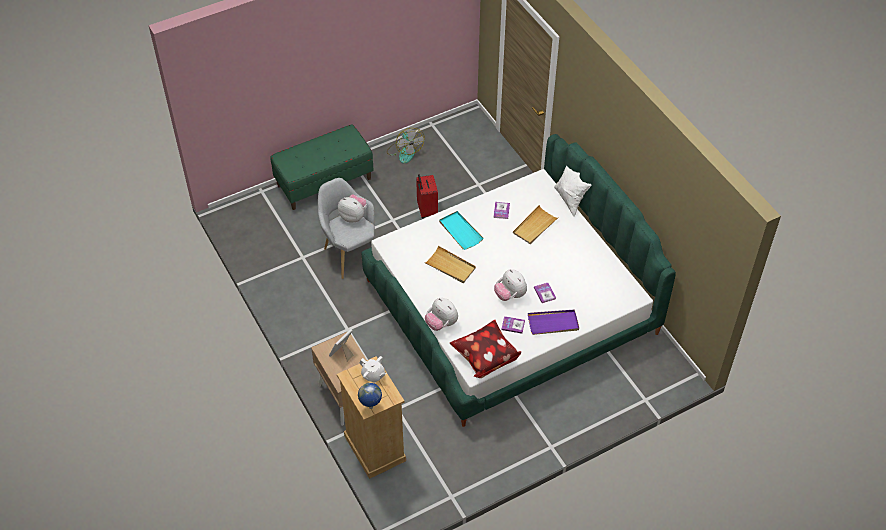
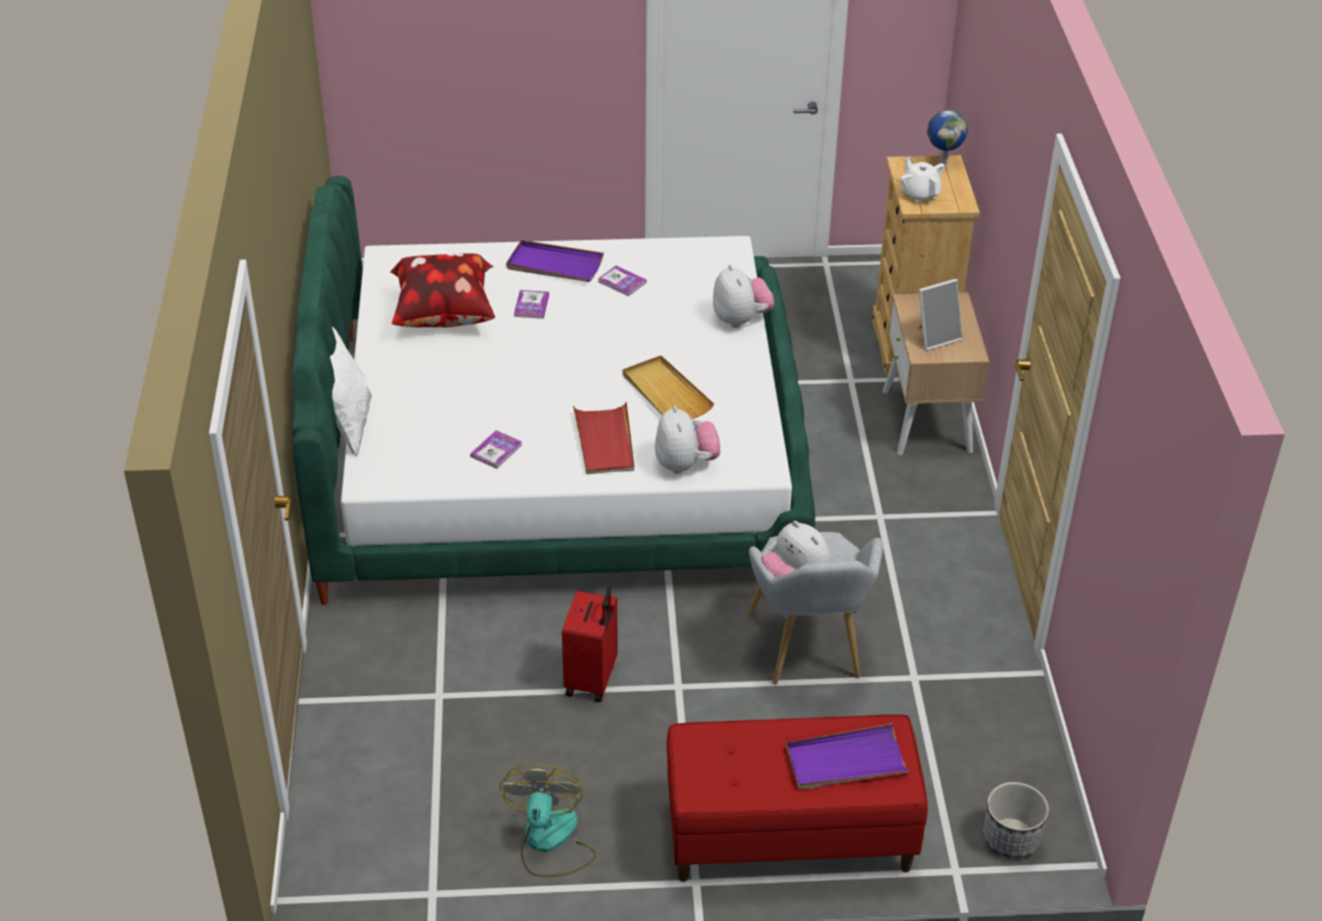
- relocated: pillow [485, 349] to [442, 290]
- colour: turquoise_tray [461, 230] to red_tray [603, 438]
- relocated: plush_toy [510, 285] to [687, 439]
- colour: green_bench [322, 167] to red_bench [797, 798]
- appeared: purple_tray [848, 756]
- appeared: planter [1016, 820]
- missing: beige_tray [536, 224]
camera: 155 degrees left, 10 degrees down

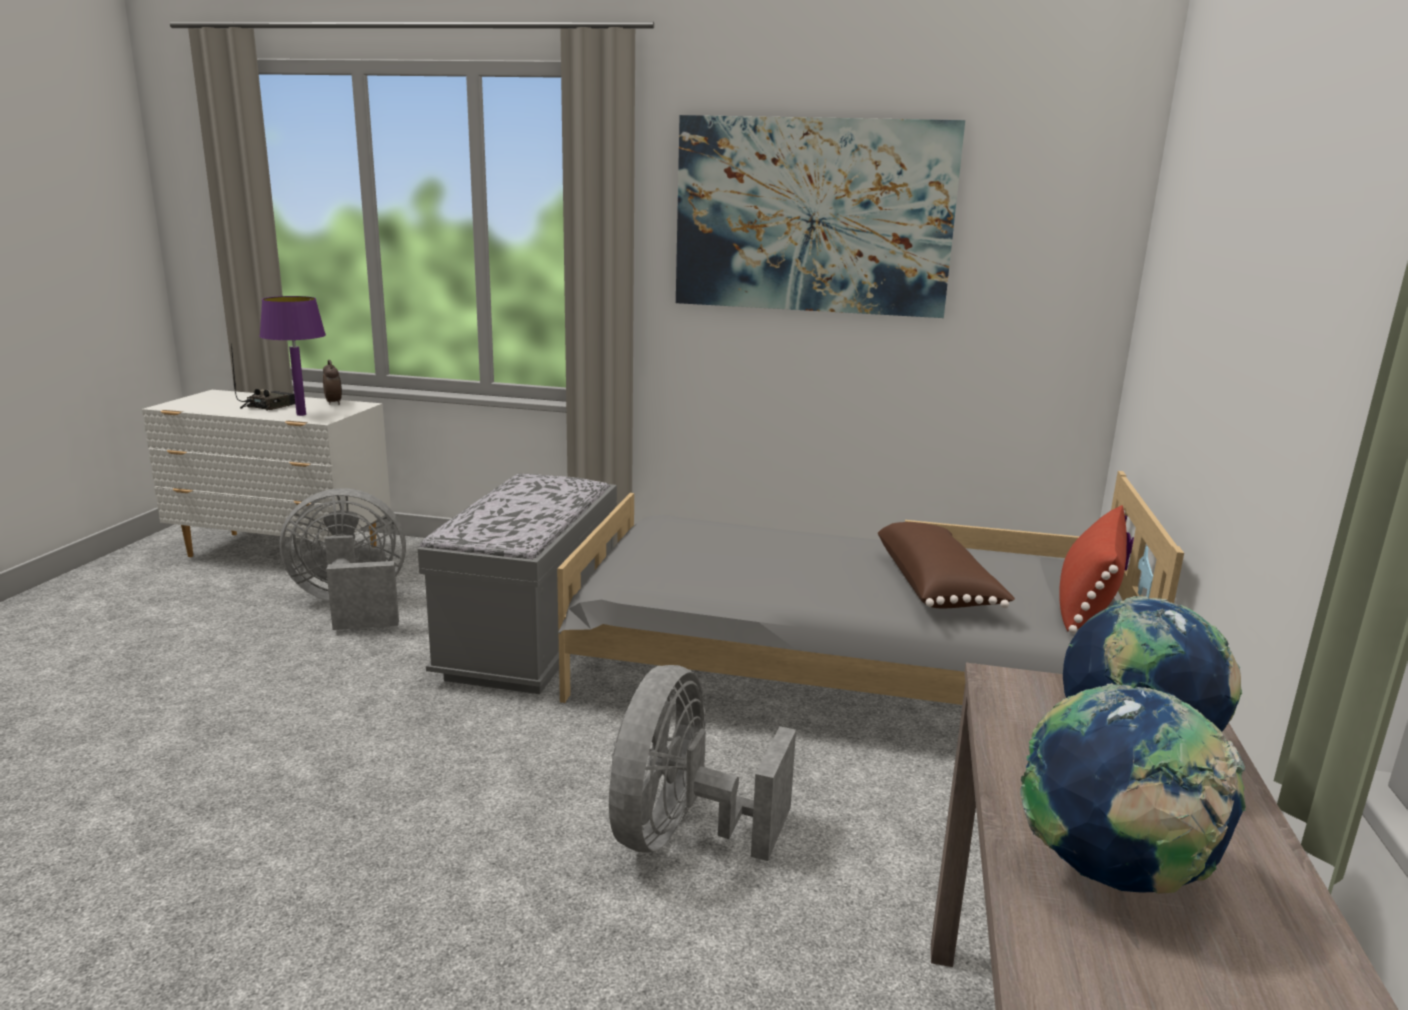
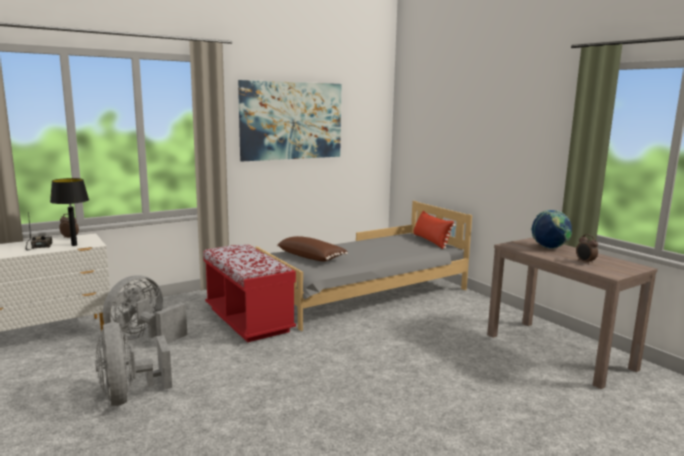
- colour: purple_table_lamp [292, 356] to black_table_lamp [69, 212]
- relocated: grey_fan [702, 763] to [133, 364]
- colour: grey_bench [517, 584] to red_bench [249, 293]
- relocated: brown_pillow [946, 565] to [312, 249]
- exchanged: globe [1133, 788] to alarm_clock [587, 249]
camera: 45 degrees left, 5 degrees down

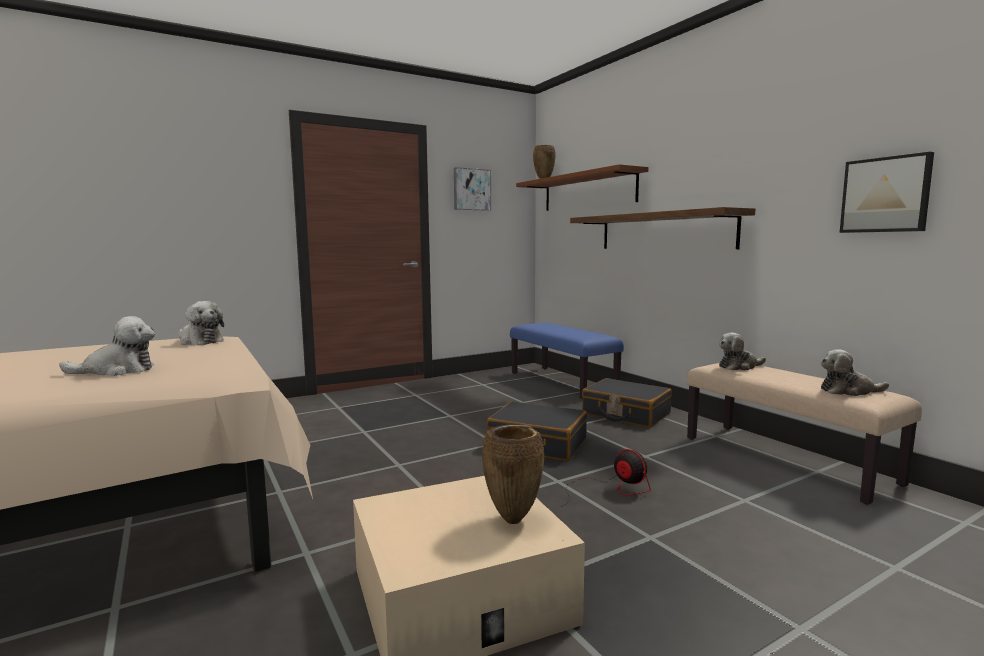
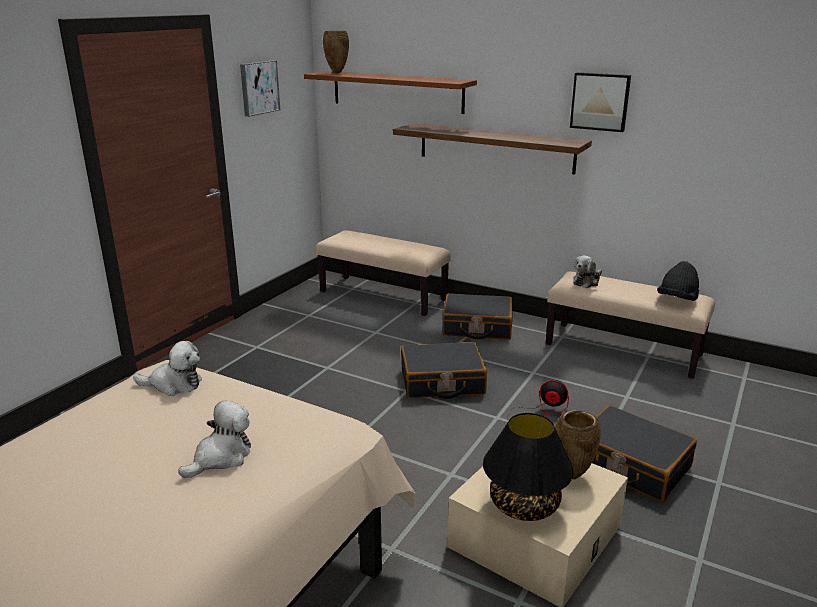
- colour: blue_bench [567, 361] to beige_bench [383, 273]
- appeared: black_table_lamp [528, 467]
- relocated: picture [887, 192] to [600, 102]
- appeared: black_suitcase [644, 453]
- exchanged: plush_toy [855, 372] to black_hat [678, 281]
camera: 30 degrees left, 15 degrees up

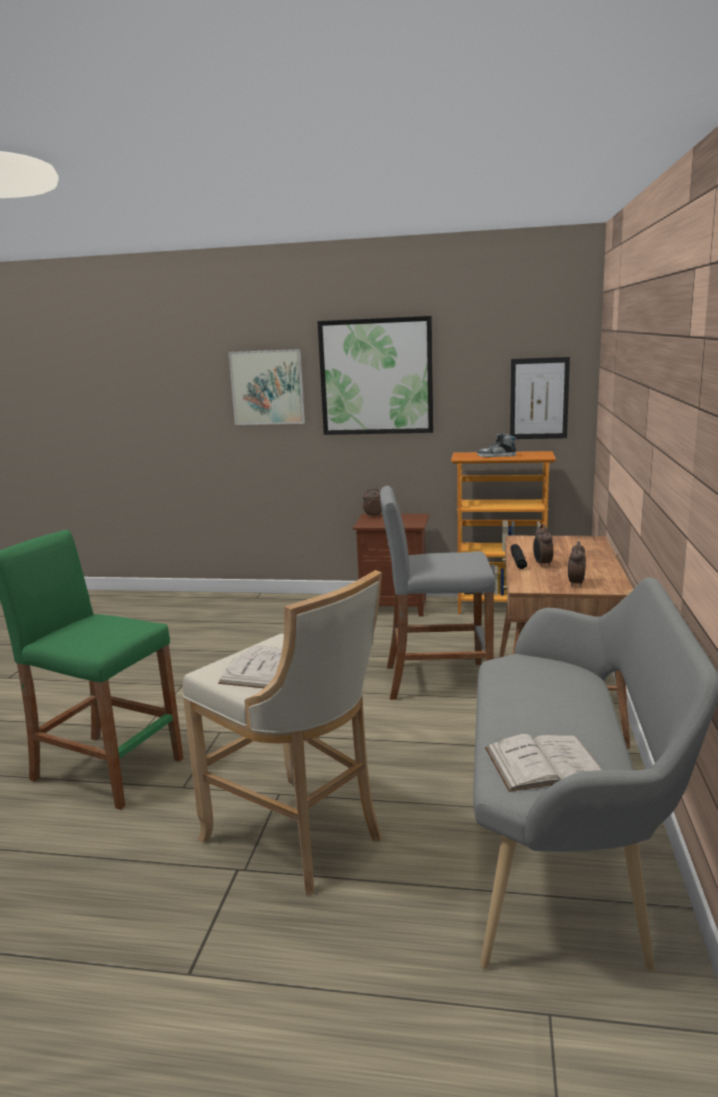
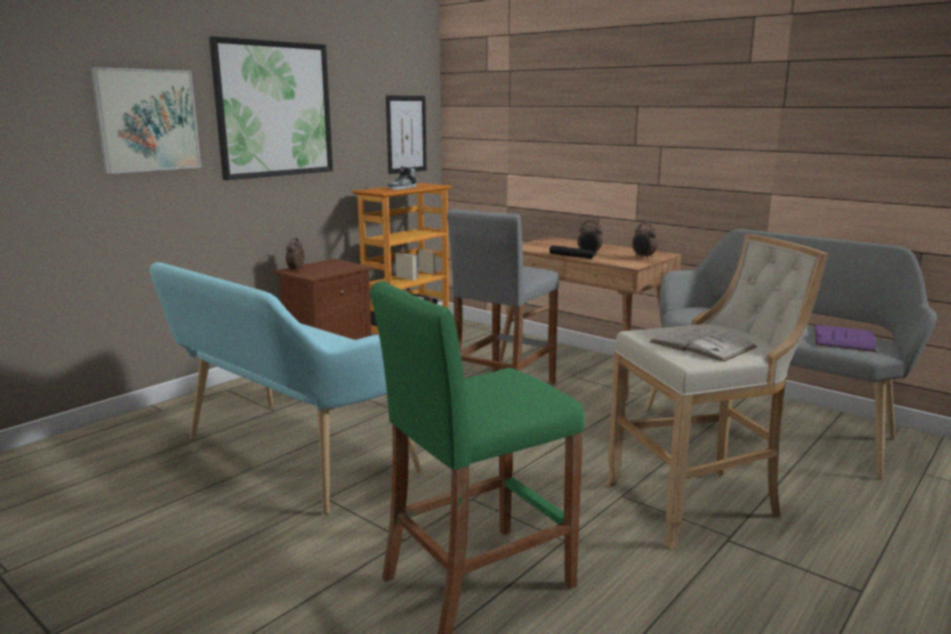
- appeared: turquoise_bench [285, 388]
- colour: white_book [543, 763] to purple_book [845, 338]
camera: 60 degrees left, 0 degrees up

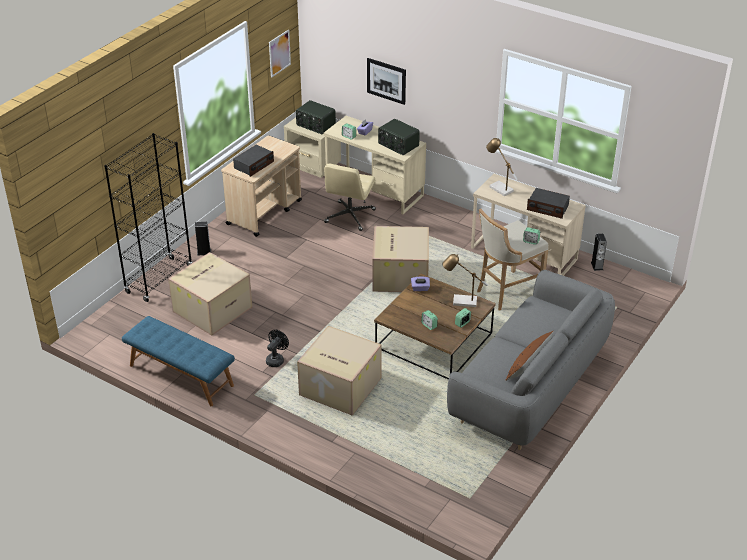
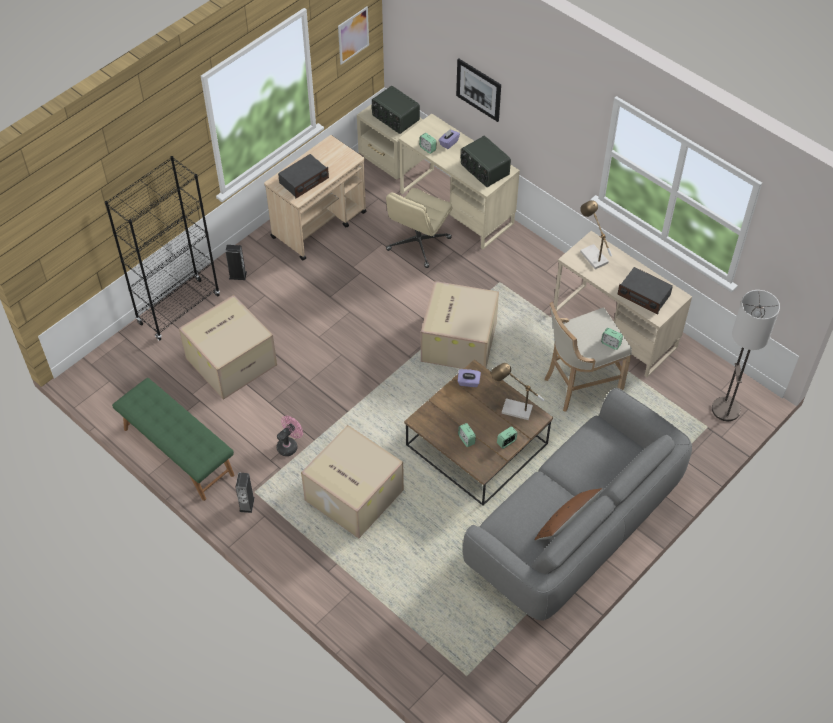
- colour: blue_bench [178, 361] to green_bench [173, 439]
- relocated: speaker [599, 252] to [245, 493]
- colour: black_fan [277, 348] to pink_fan [289, 436]
- appeared: floor_lamp [746, 355]
camera: 10 degrees right, 15 degrees up

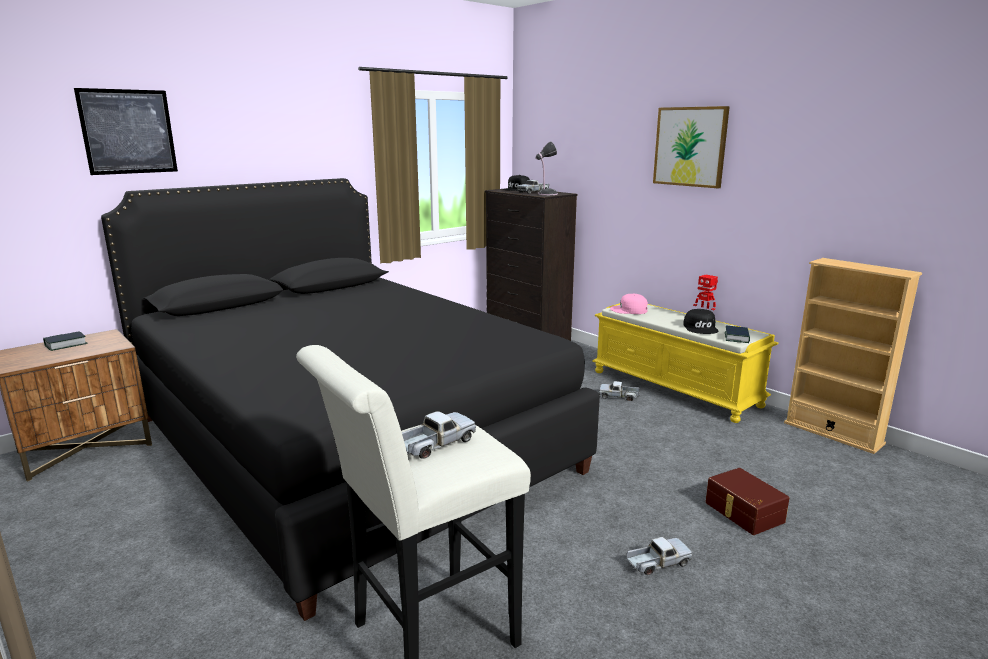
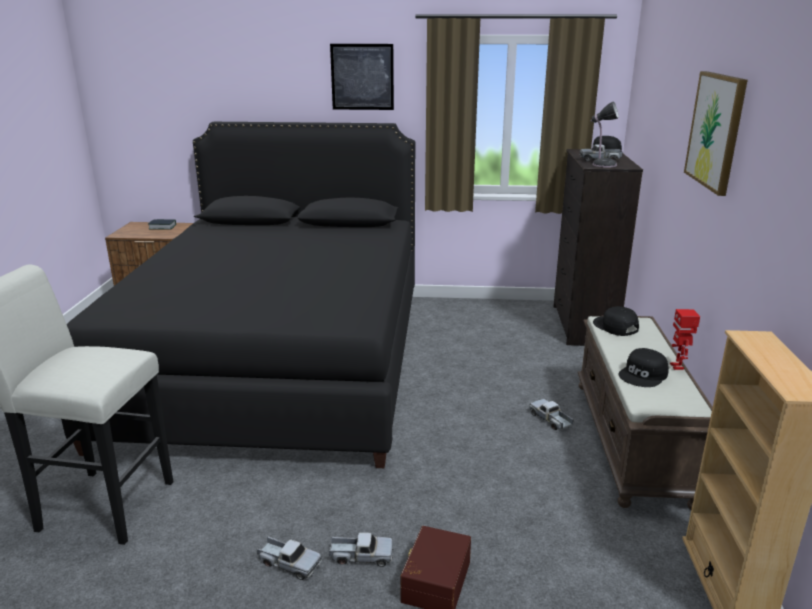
- relocated: toy_truck [439, 435] to [361, 549]
- relocated: picture [126, 131] to [362, 77]
- colour: yellow_bench [685, 363] to brown_bench [645, 412]
- colour: pink_cap [629, 304] to black_cap [616, 321]
- missing: book [737, 334]
camera: 45 degrees right, 5 degrees up

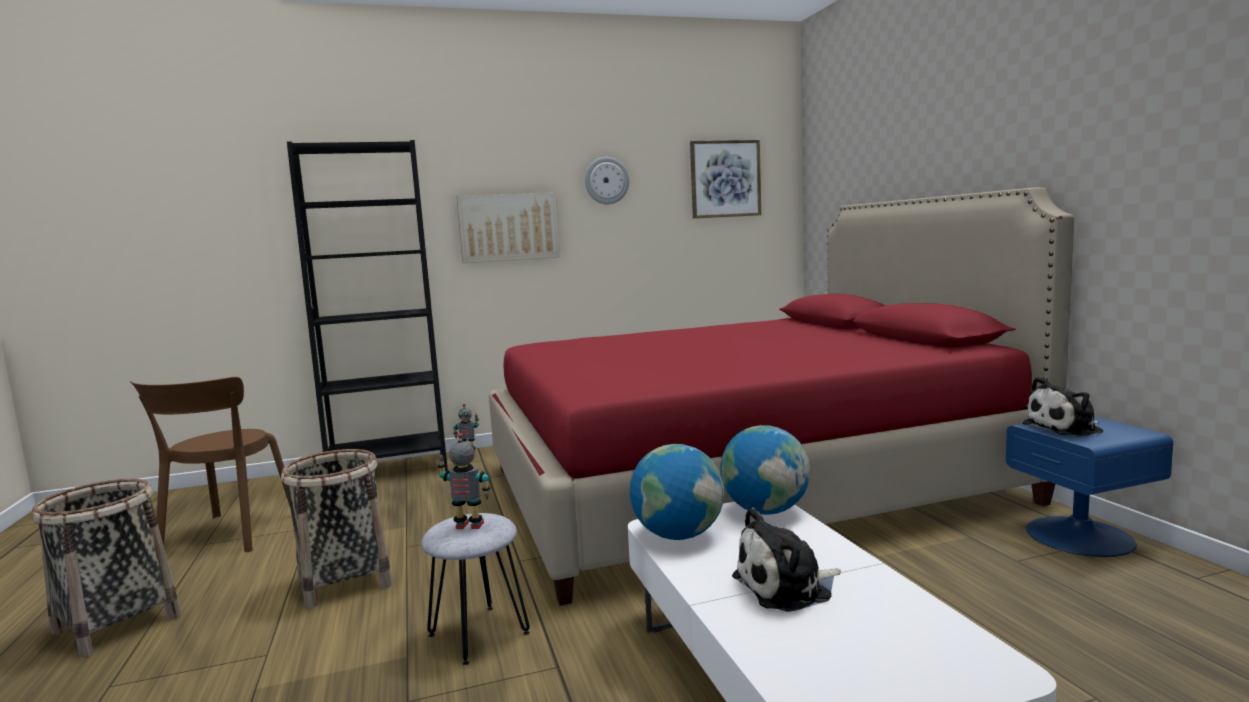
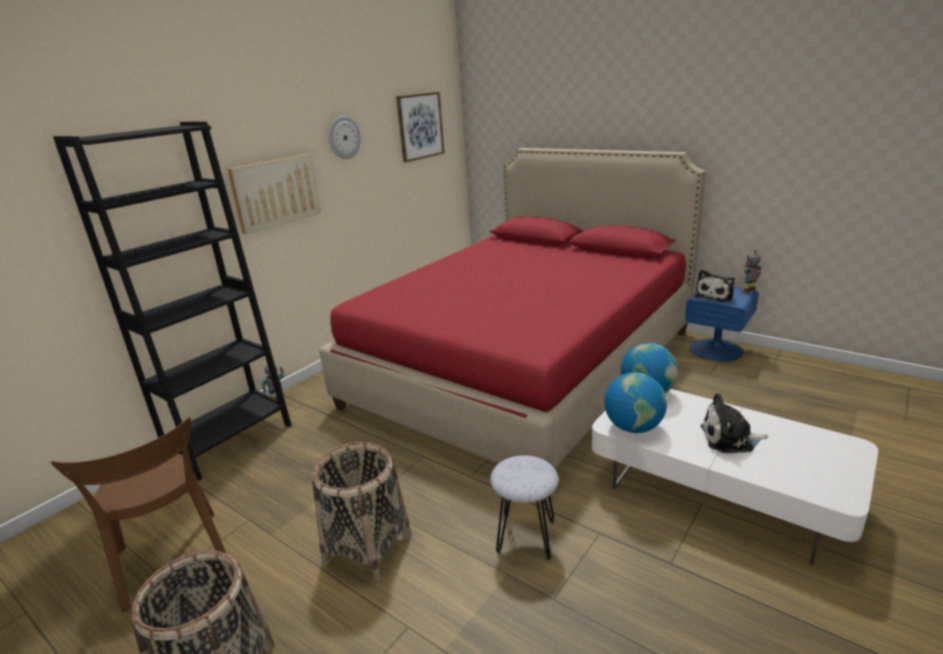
- spun: plush_toy [786, 559] = [734, 423] 60 degrees clockwise
- relocated: toy_robot [464, 481] to [751, 272]
camera: 35 degrees left, 15 degrees up

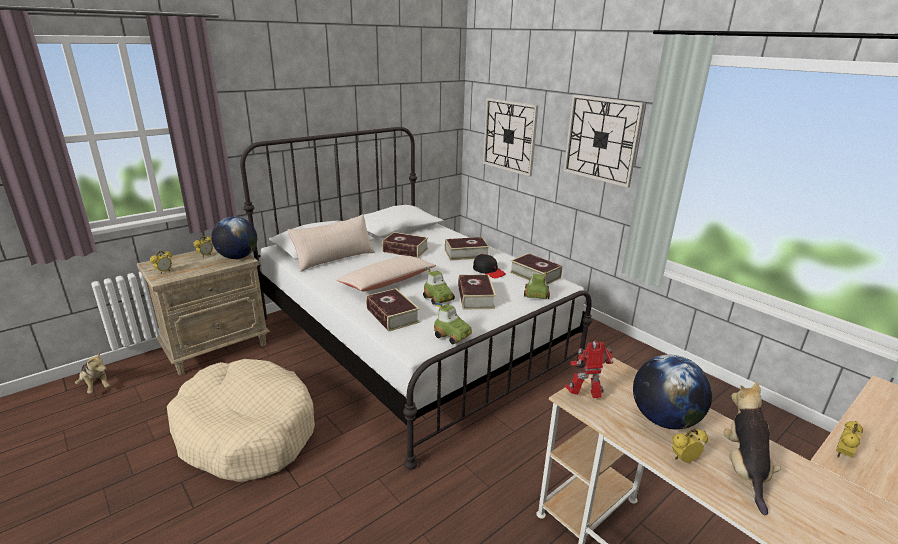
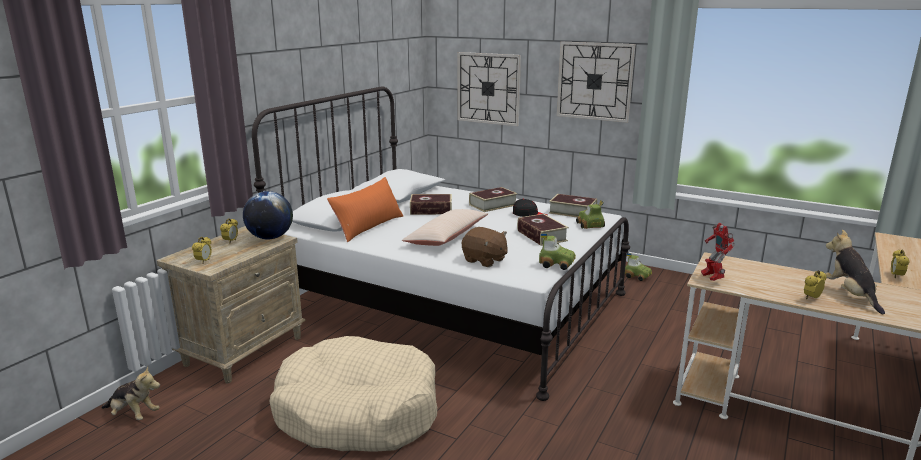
- colour: beige_pillow [331, 243] to orange_pillow [365, 209]
- exchanged: book [393, 309] to brown_plush_toy [485, 247]
- relocated: toy_car [439, 286] to [638, 267]
- spun: toy_robot [589, 369] = [718, 252] 75 degrees counterclockwise
- missing: globe [672, 392]
camera: 20 degrees left, 5 degrees down

